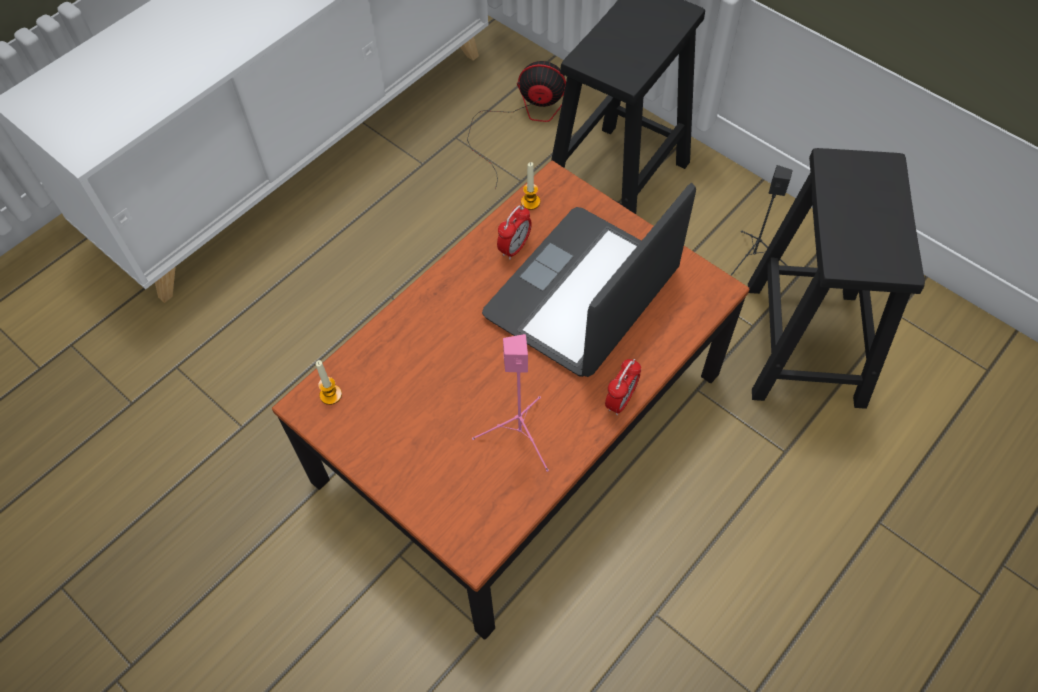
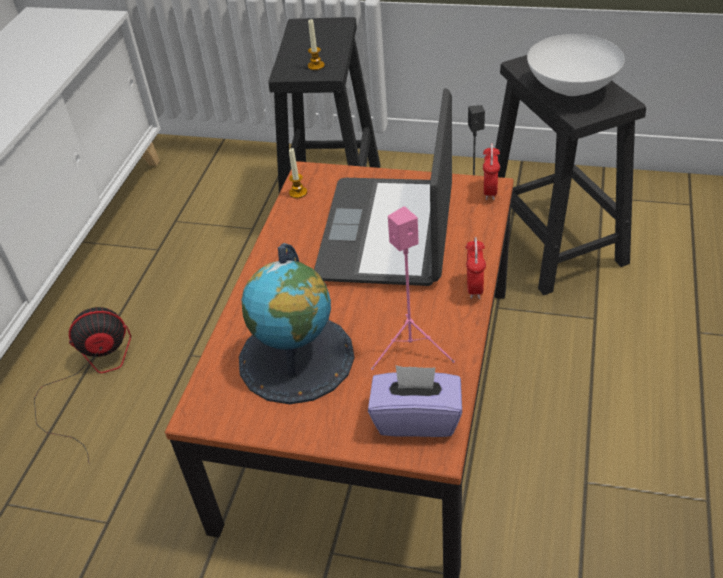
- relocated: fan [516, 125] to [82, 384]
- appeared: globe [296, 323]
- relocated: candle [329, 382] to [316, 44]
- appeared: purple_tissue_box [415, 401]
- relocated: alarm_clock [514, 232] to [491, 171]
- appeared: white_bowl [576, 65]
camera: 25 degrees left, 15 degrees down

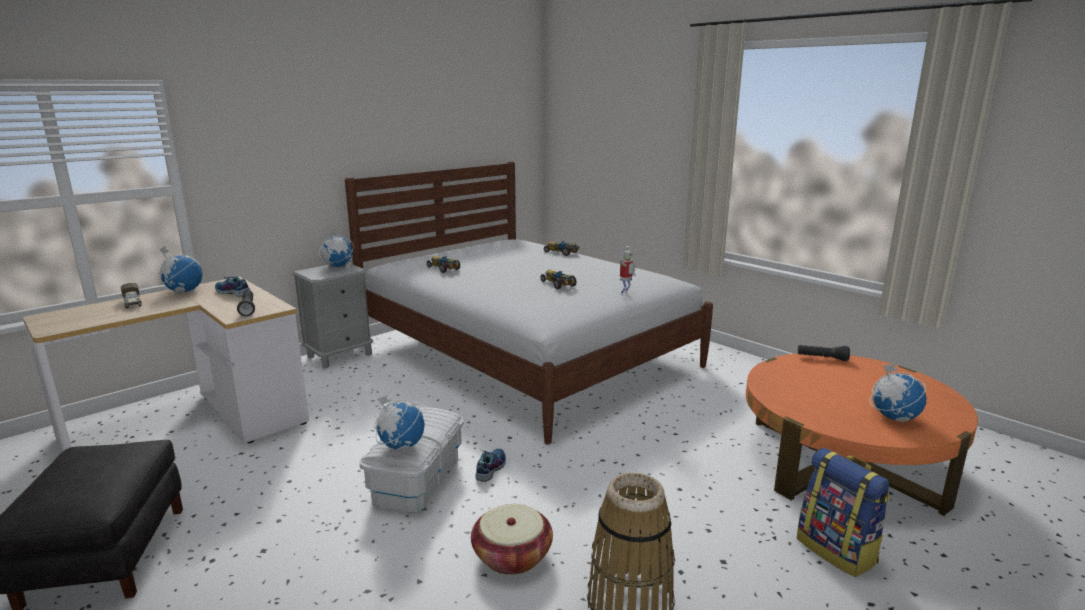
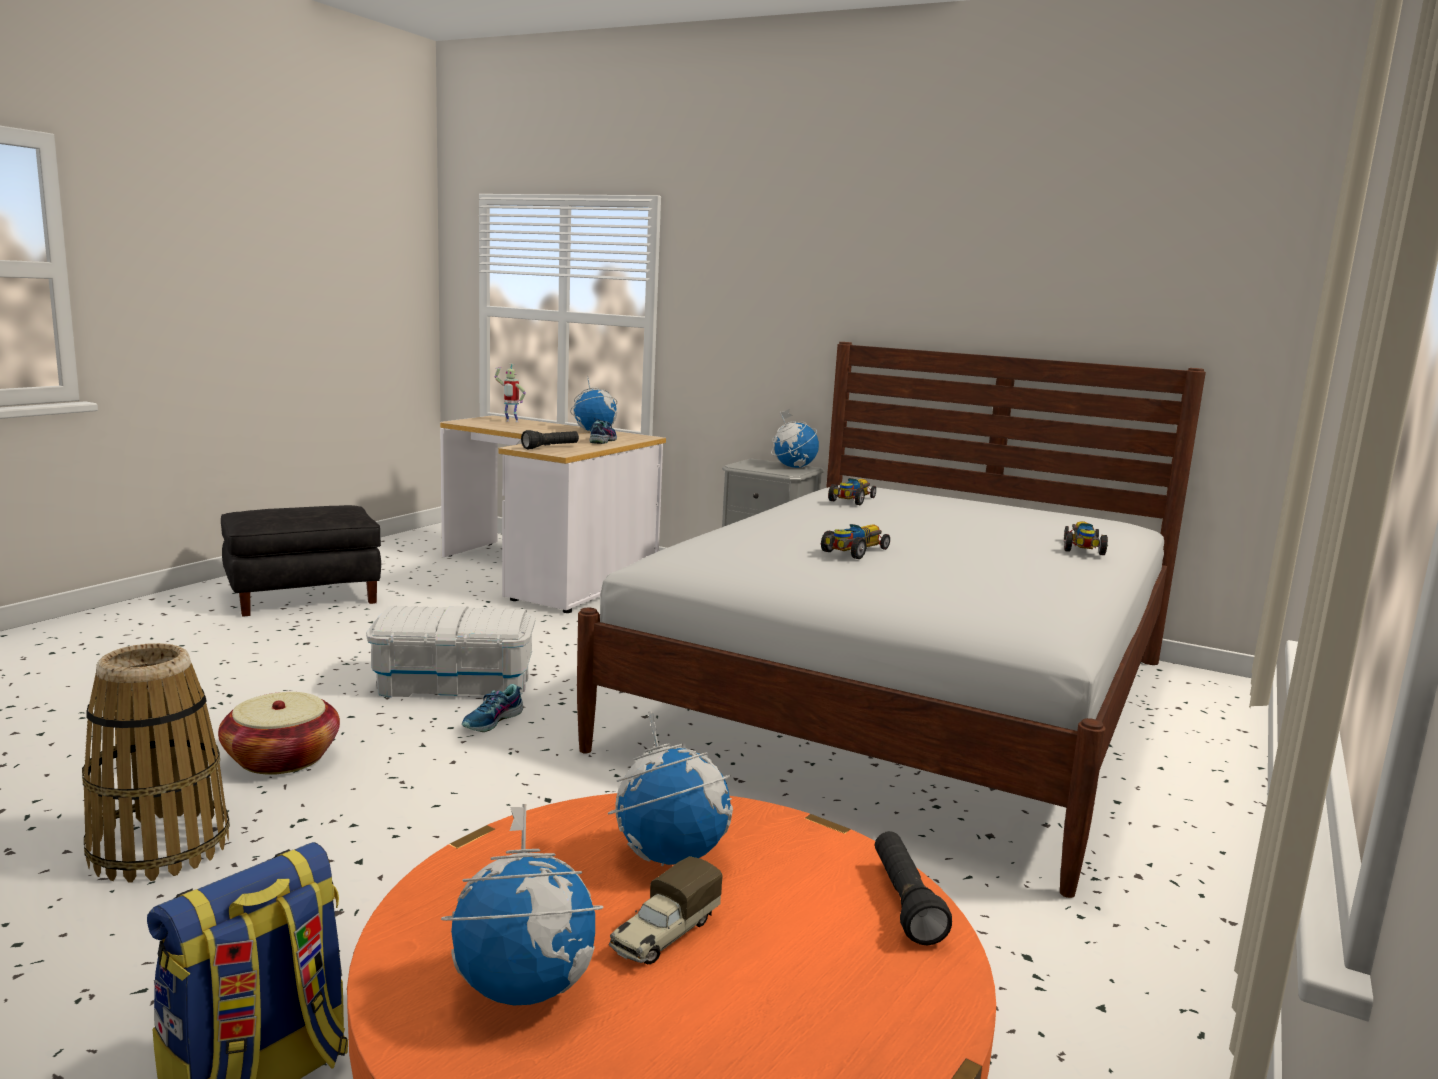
- spun: shoe [490, 465] = [492, 708] 120 degrees clockwise
- relocated: toy_robot [628, 270] to [510, 393]
- relocated: globe [399, 422] to [670, 788]
- relocated: toy_truck [131, 295] to [666, 910]
camera: 70 degrees right, 5 degrees down

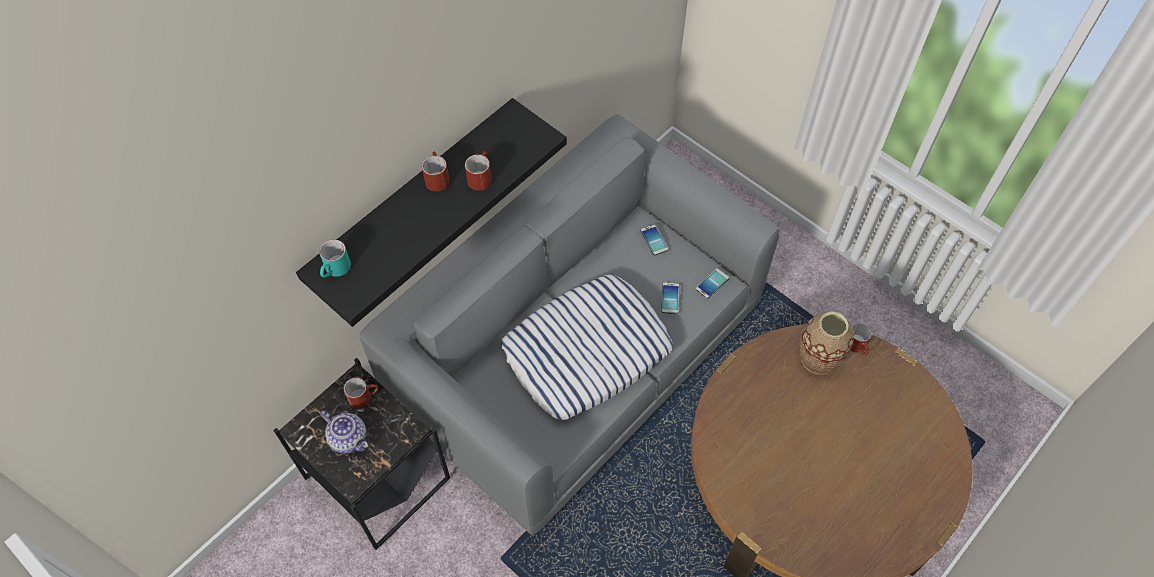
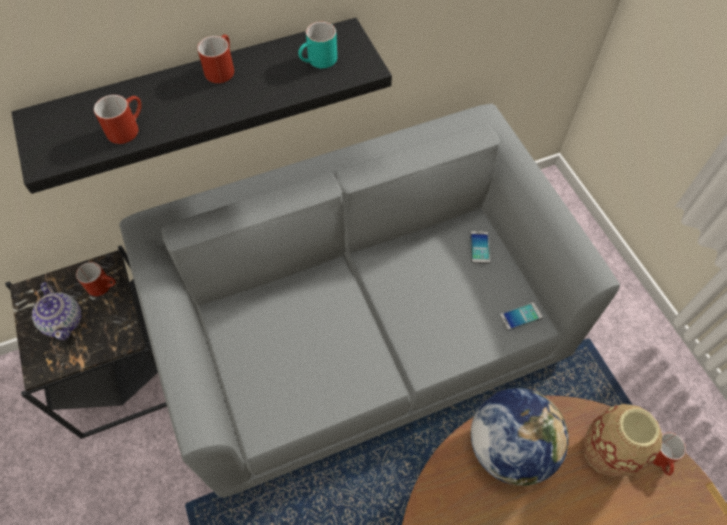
- relocated: red_mug [478, 171] to [118, 119]
- relocated: turquoise_mug [335, 258] to [317, 45]
- appeared: globe [520, 437]
- missing: pillow [587, 347]
- missing: phone [670, 298]
camera: 25 degrees right, 0 degrees up

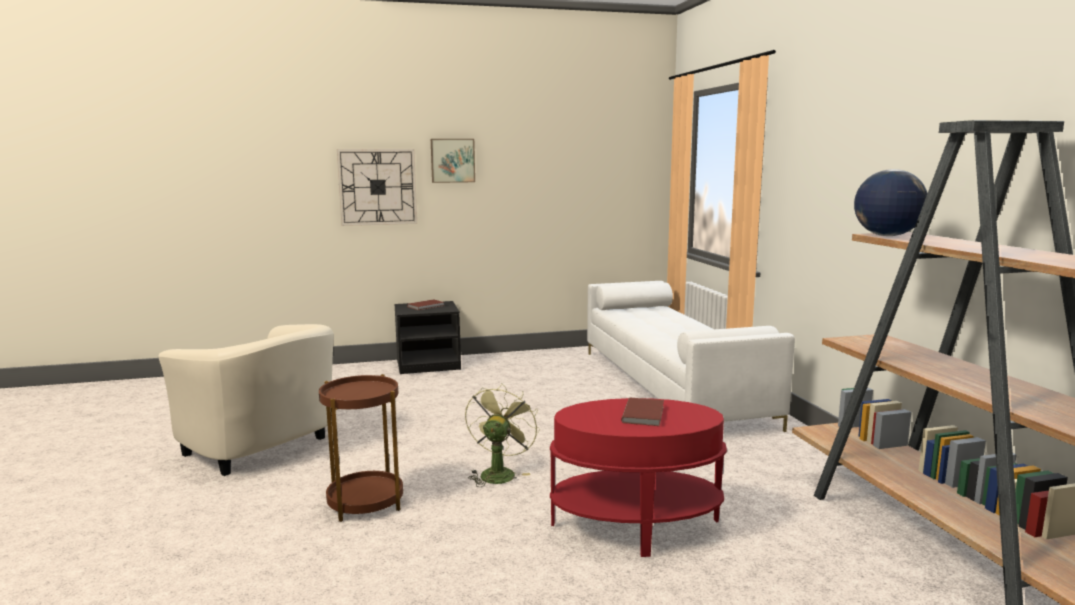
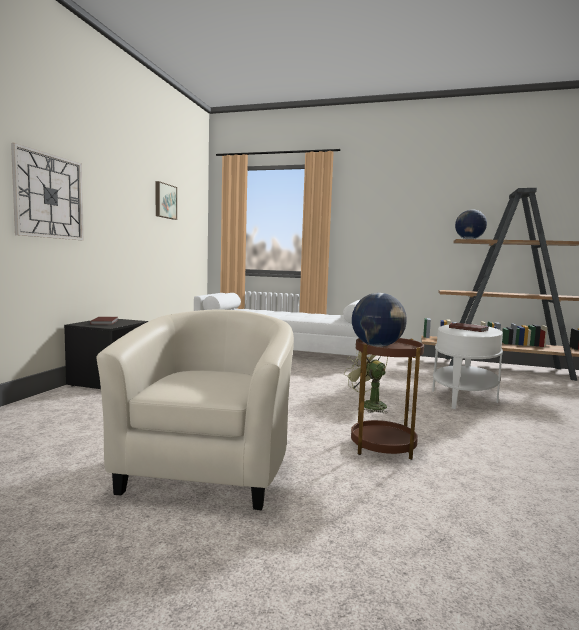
- spun: beige_armchair [246, 400] = [195, 410] 60 degrees counterclockwise
- relocated: picture [453, 161] to [166, 200]
- appeared: globe [379, 320]
- colour: red_side_table [638, 477] to white_side_table [467, 366]
camera: 60 degrees left, 5 degrees down

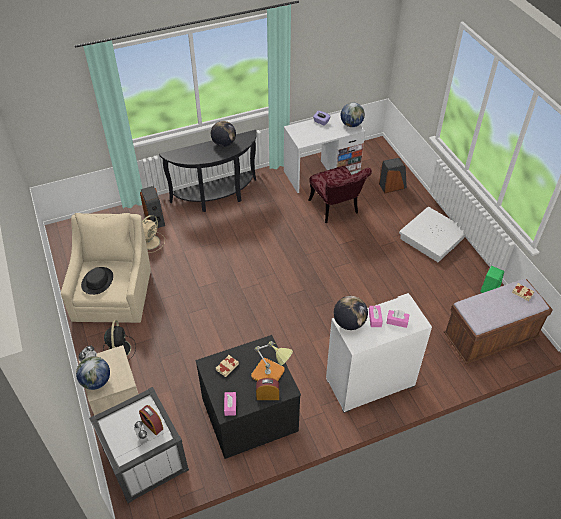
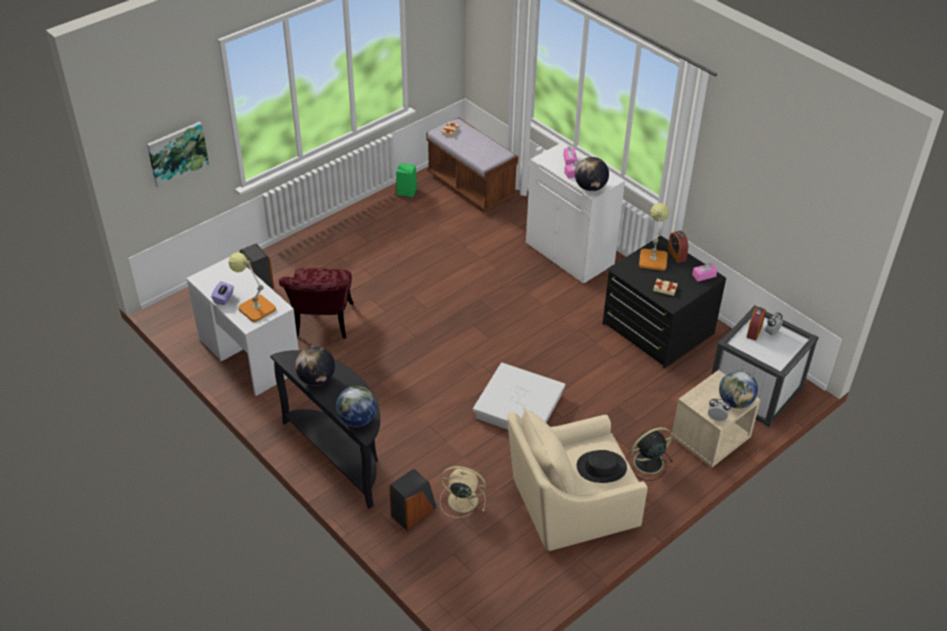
- appeared: picture [178, 155]
- appeared: table_lamp [252, 287]
- spun: red_chair [340, 194] = [316, 303] 135 degrees clockwise
- relocated: globe [353, 115] to [356, 406]
- relocated: white_storage_box [432, 234] to [519, 396]
camera: 110 degrees left, 5 degrees down

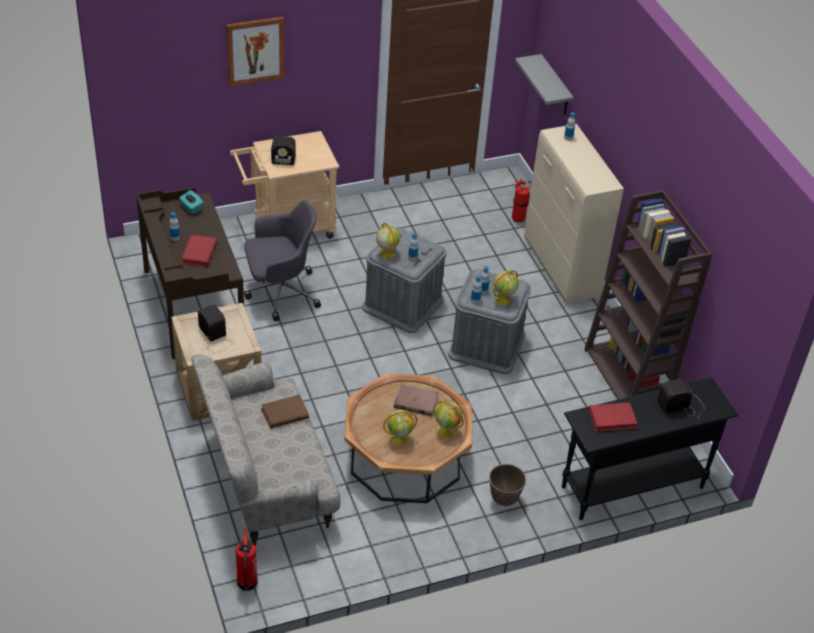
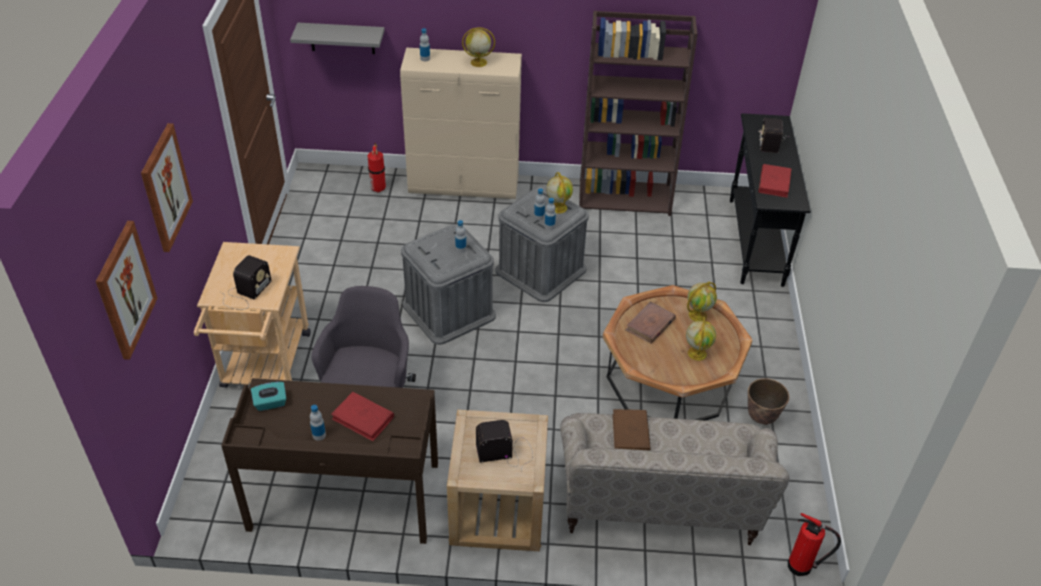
- appeared: picture [127, 290]
- relocated: globe [388, 241] to [478, 47]
- relocated: planter [507, 485] to [768, 401]
camera: 65 degrees left, 0 degrees up

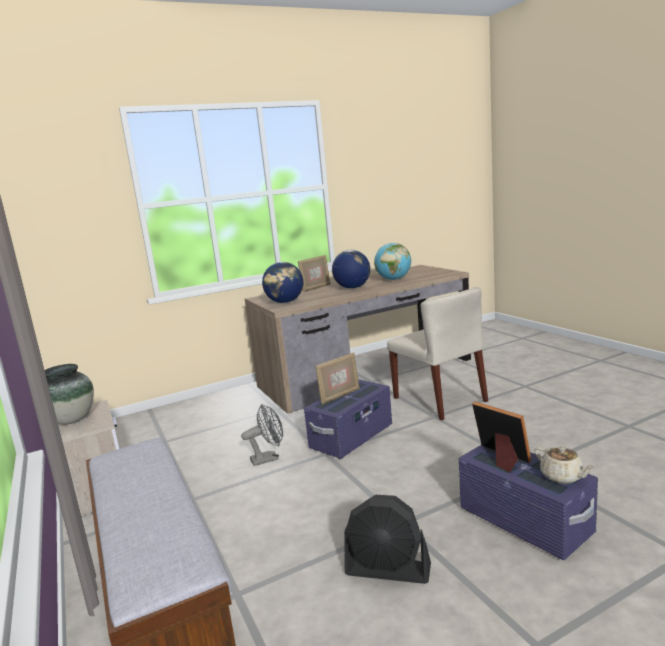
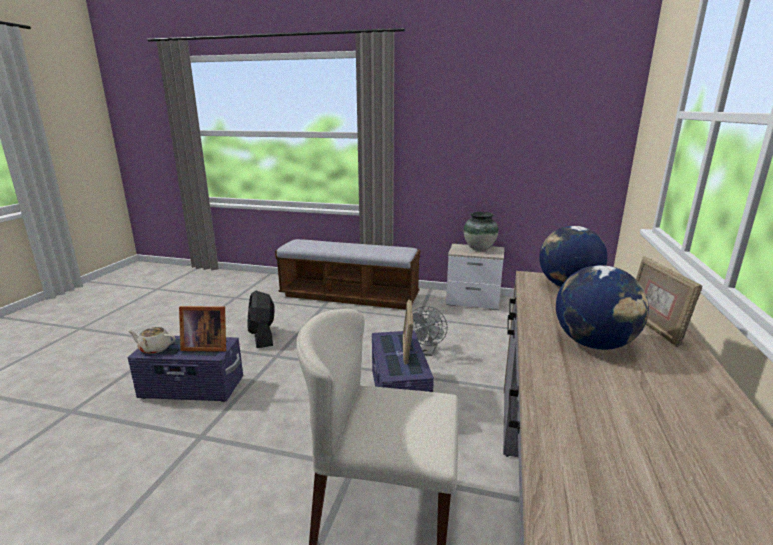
- spun: black_fan [387, 539] = [261, 319] 75 degrees counterclockwise
- missing: globe [392, 261]
camera: 130 degrees right, 5 degrees up

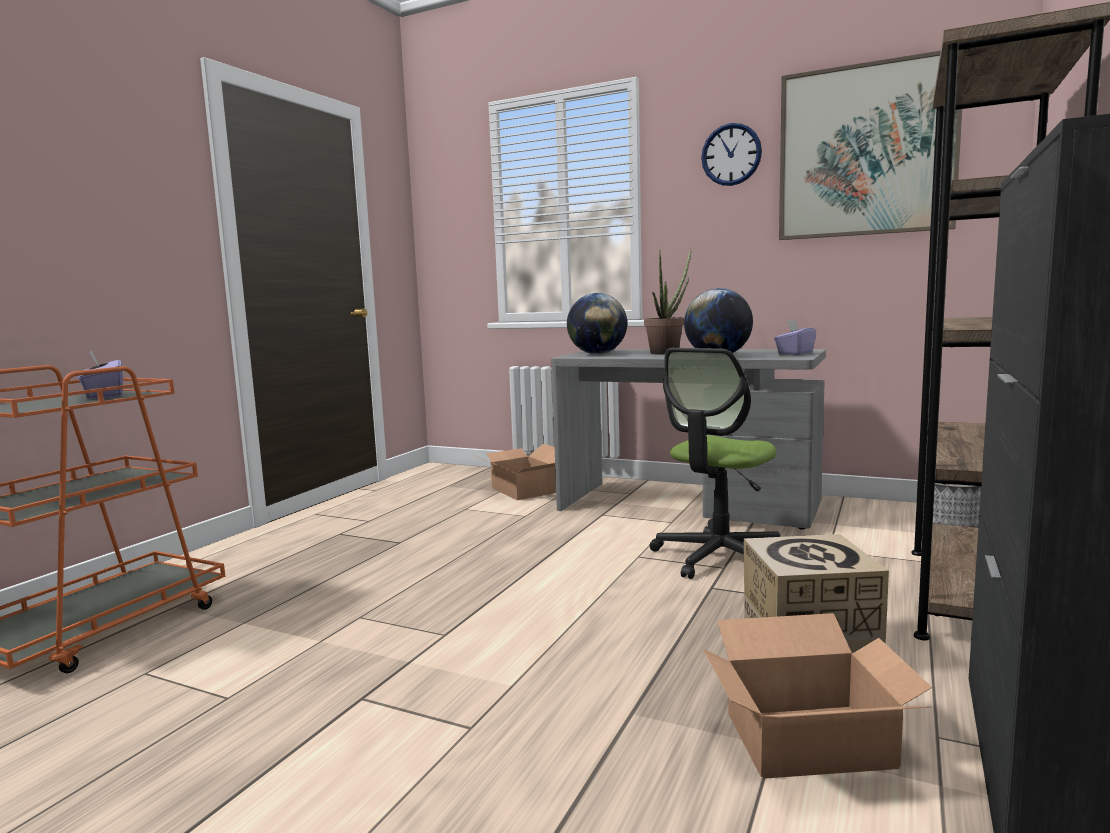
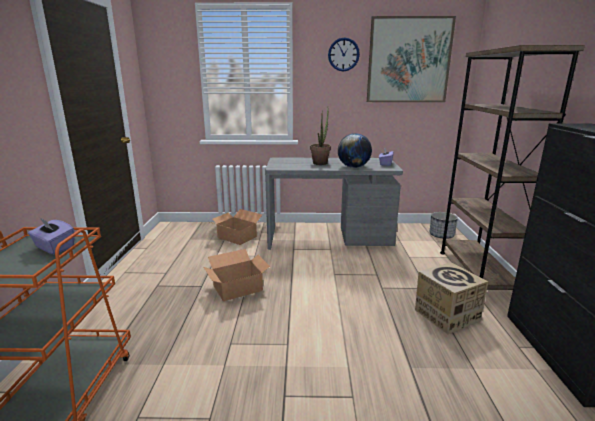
- relocated: cardboard_box [817, 696] to [237, 275]
- missing: globe [597, 323]
- missing: office_chair [714, 463]
camera: 25 degrees left, 10 degrees up

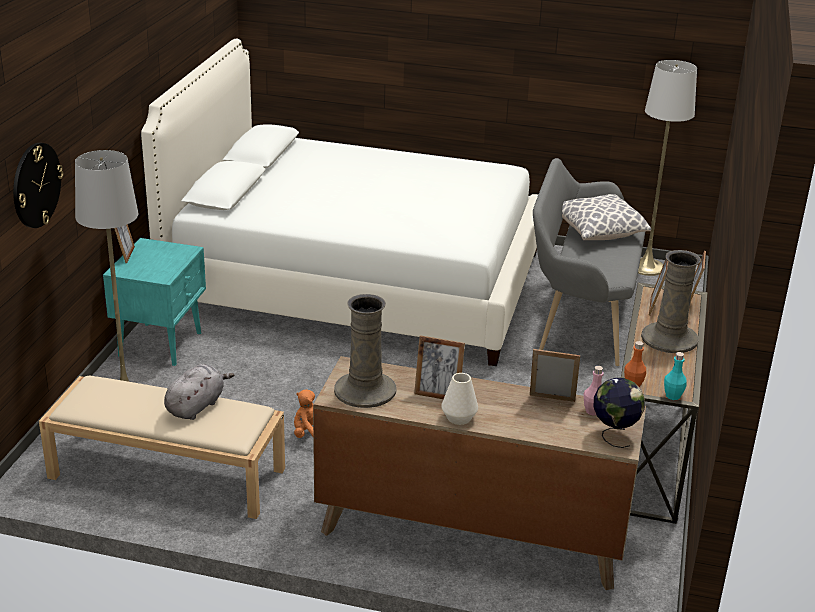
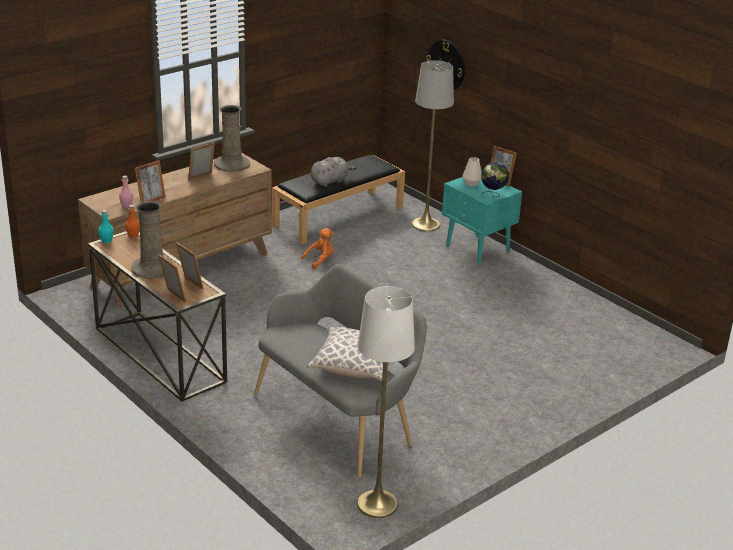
- colour: beige_bench [162, 447] to black_bench [338, 199]
- spun: grey_plush_toy [199, 392] = [333, 172] 105 degrees counterclockwise
- relocated: white_vase [459, 399] to [472, 171]
- relocated: globe [619, 413] to [495, 179]
- missing: white_bed [339, 202]
camera: 125 degrees right, 0 degrees up

